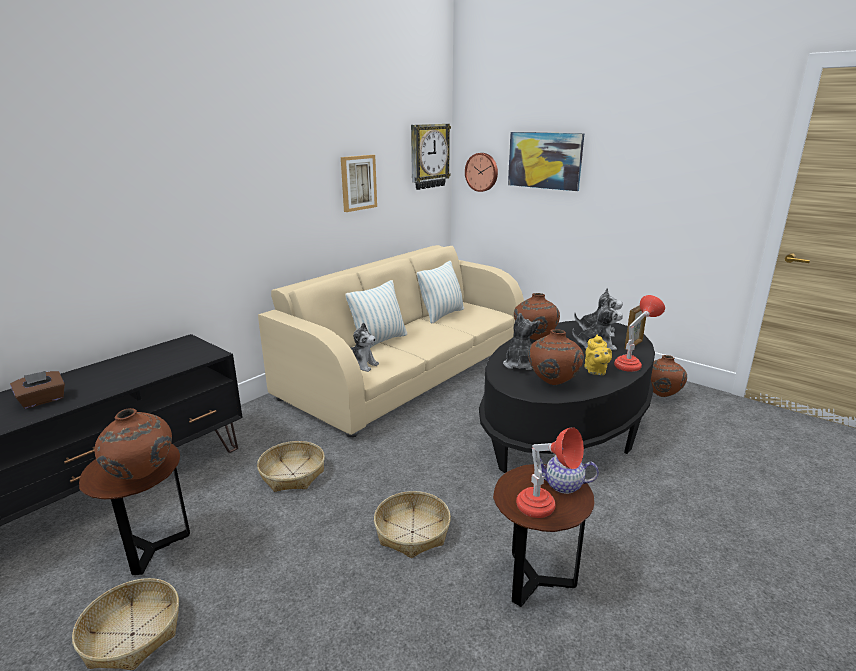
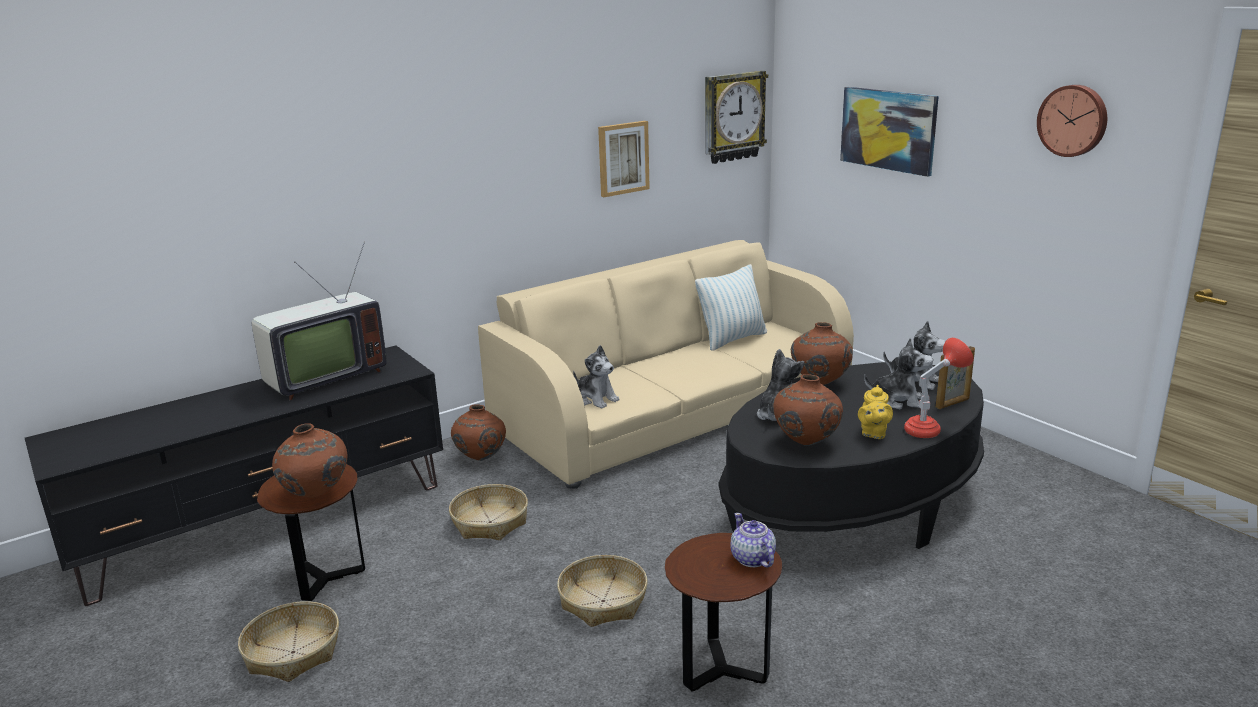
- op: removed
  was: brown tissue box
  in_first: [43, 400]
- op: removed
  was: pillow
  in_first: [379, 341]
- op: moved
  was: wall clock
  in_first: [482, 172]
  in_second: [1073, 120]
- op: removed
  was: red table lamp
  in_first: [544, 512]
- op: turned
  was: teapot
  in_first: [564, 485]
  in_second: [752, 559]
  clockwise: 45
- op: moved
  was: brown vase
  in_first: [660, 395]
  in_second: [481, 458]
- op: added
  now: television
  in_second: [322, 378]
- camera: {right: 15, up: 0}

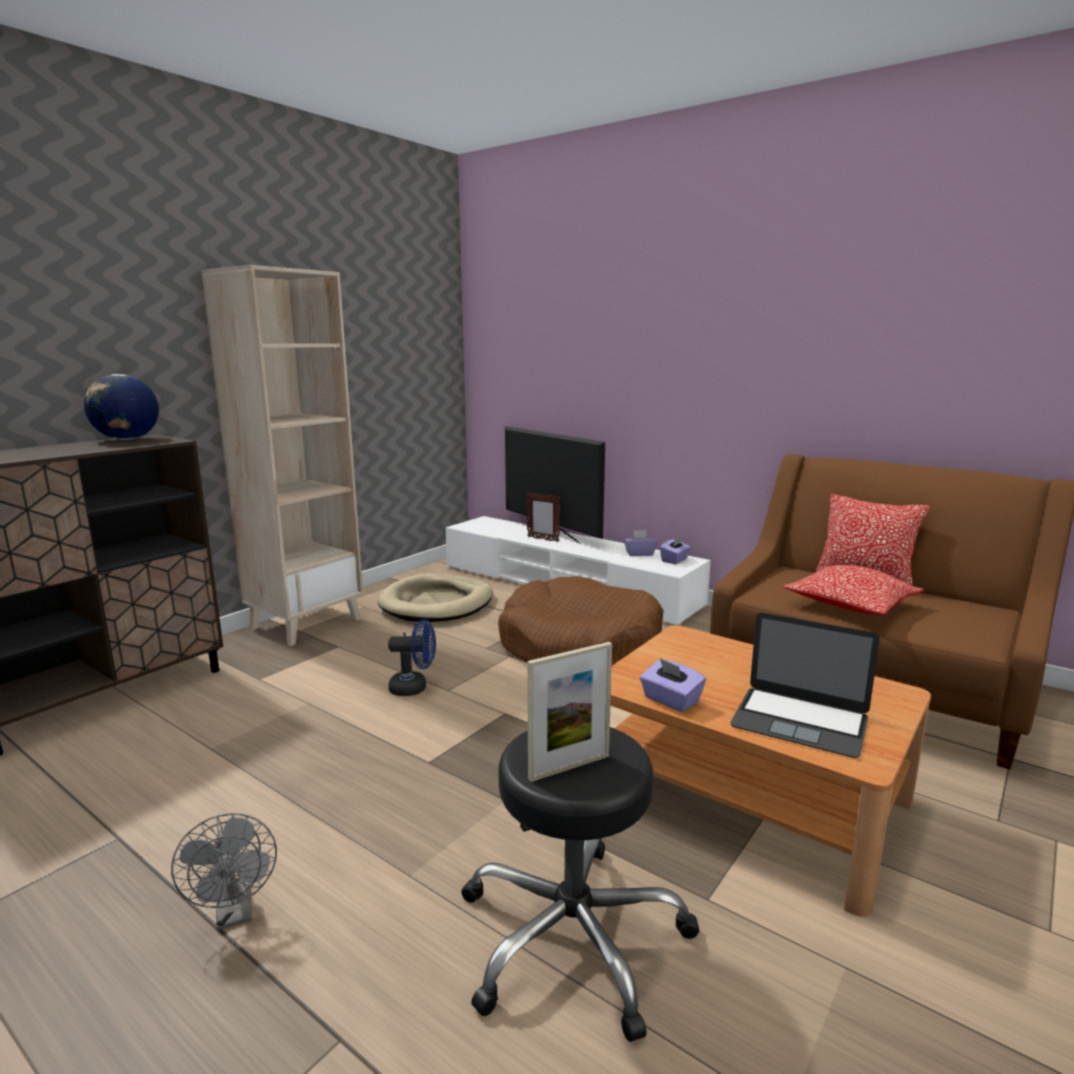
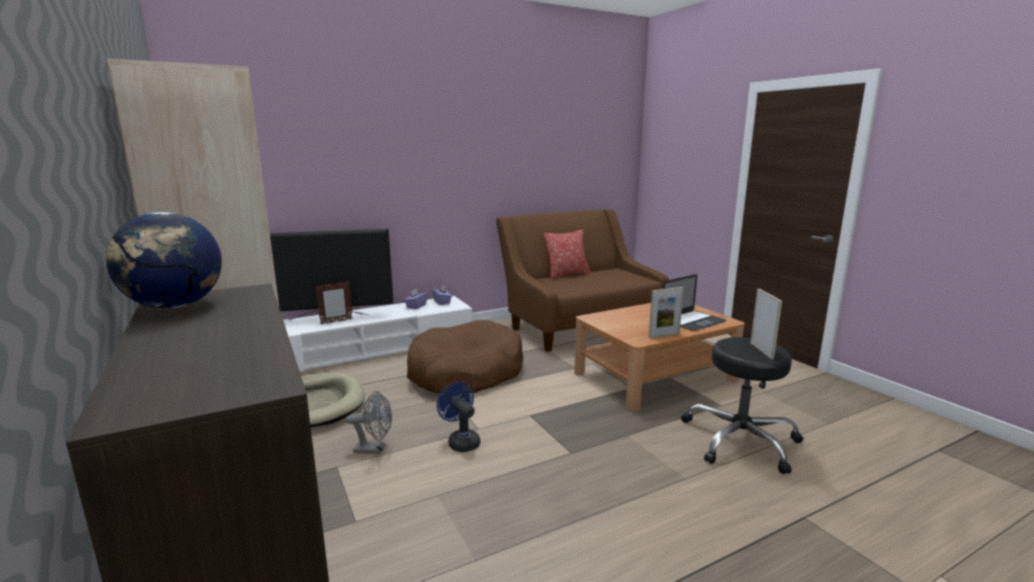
- op: moved
  was: grey fan
  in_first: [235, 914]
  in_second: [374, 449]
- op: turned
  was: blue fan
  in_first: [414, 688]
  in_second: [461, 441]
  clockwise: -60
- op: replaced
  was: purple tissue box
  now: picture frame
  in_first: [670, 700]
  in_second: [664, 335]
- op: removed
  was: pillow
  in_first: [850, 605]
- camera: {right: -65, up: 0}

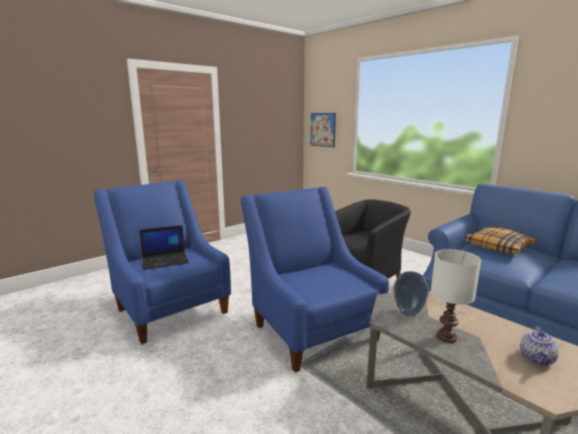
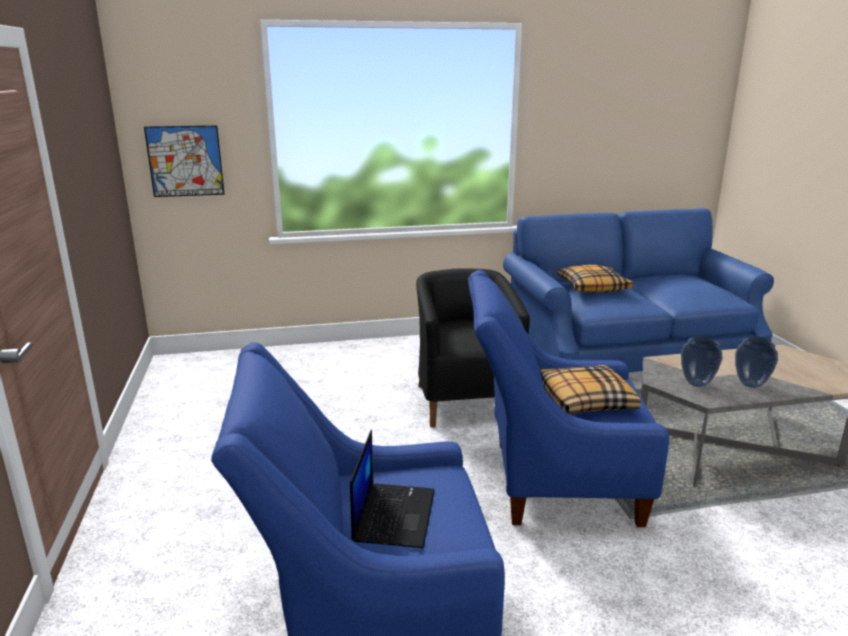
- op: replaced
  was: white table lamp
  now: vase
  in_first: [447, 337]
  in_second: [750, 384]
- op: removed
  was: teapot
  in_first: [537, 359]
- op: added
  now: pillow
  in_second: [585, 400]
- camera: {right: -60, up: 5}

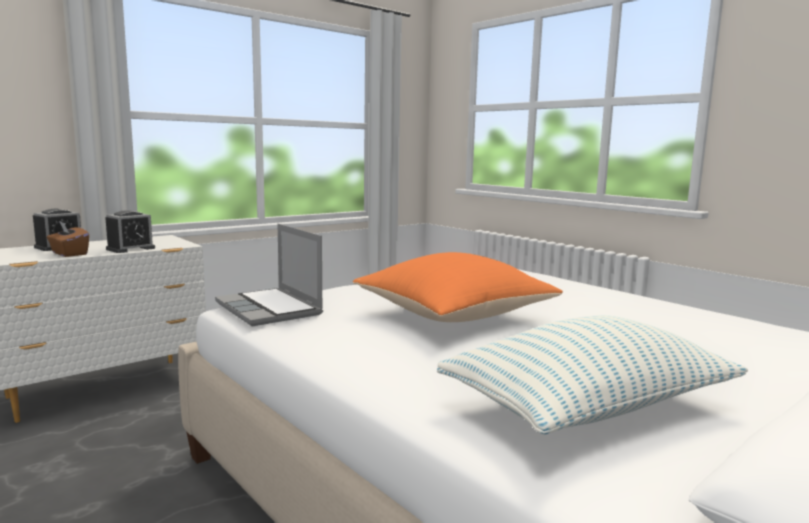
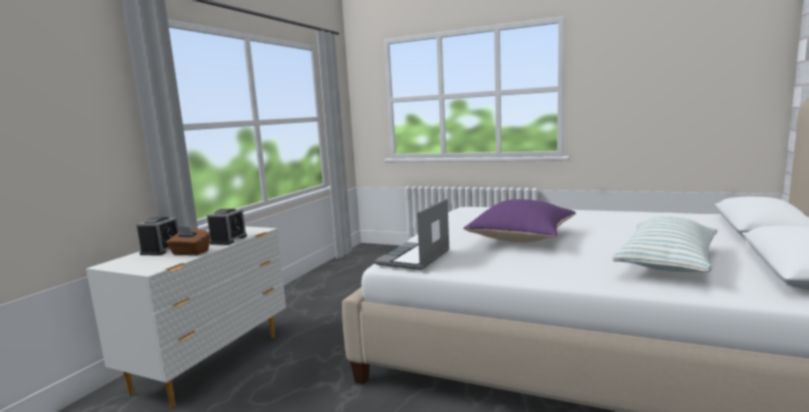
- op: turned
  was: laptop
  in_first: [270, 309]
  in_second: [414, 258]
  clockwise: 90
- op: recoloured
  was: orange pillow
  now: purple pillow
  in_first: [454, 318]
  in_second: [522, 240]
- camera: {right: -25, up: 0}

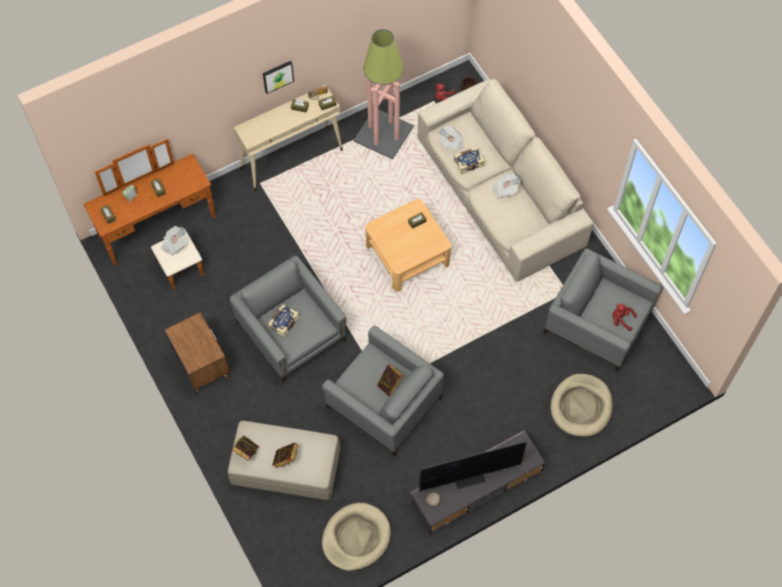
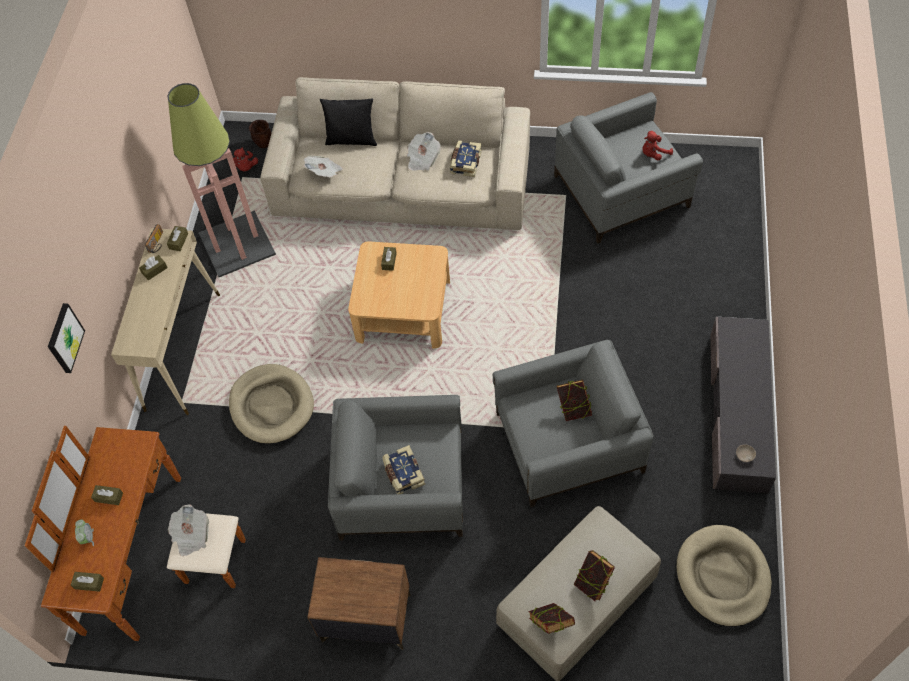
- op: moved
  was: picture
  in_first: [277, 76]
  in_second: [64, 338]
- op: removed
  was: television
  in_first: [469, 477]
- op: moved
  was: book
  in_first: [468, 162]
  in_second: [465, 163]
- op: moved
  was: beige dog bed
  in_first: [581, 406]
  in_second: [272, 405]
- op: added
  now: black pillow
  in_second: [351, 139]
- camera: {right: -50, up: -5}

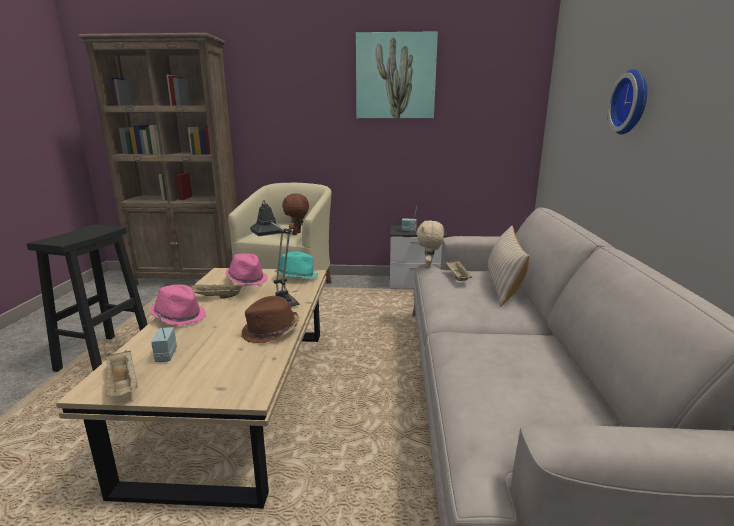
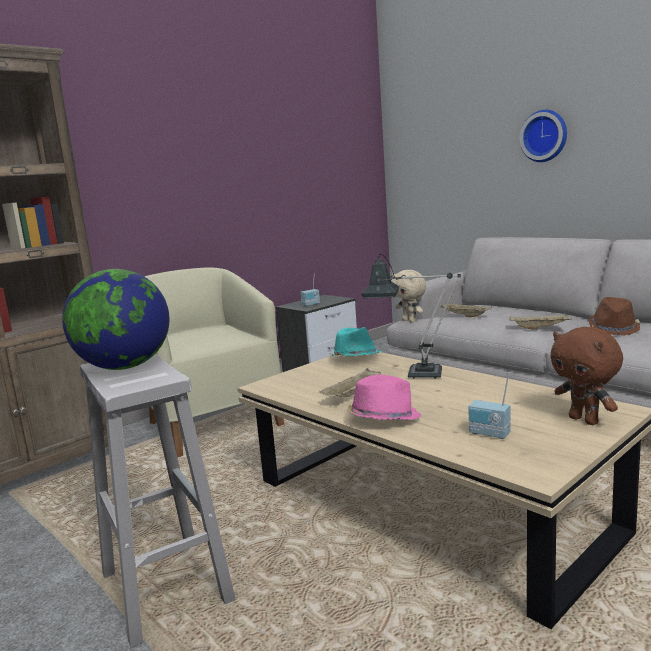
- op: recoloured
  was: black stool
  now: white stool
  in_first: [106, 356]
  in_second: [165, 586]
- op: moved
  was: beige tray
  in_first: [123, 385]
  in_second: [540, 328]
- op: removed
  was: pink hat
  in_first: [247, 279]
- op: moved
  was: brown hat
  in_first: [271, 332]
  in_second: [614, 329]
- op: moved
  was: brown plush toy
  in_first: [297, 234]
  in_second: [585, 420]
- op: removed
  was: picture
  in_first: [395, 76]
- op: removed
  was: beige pillow
  in_first: [503, 285]
- op: added
  now: globe
  in_second: [125, 367]
- camera: {right: -45, up: -5}

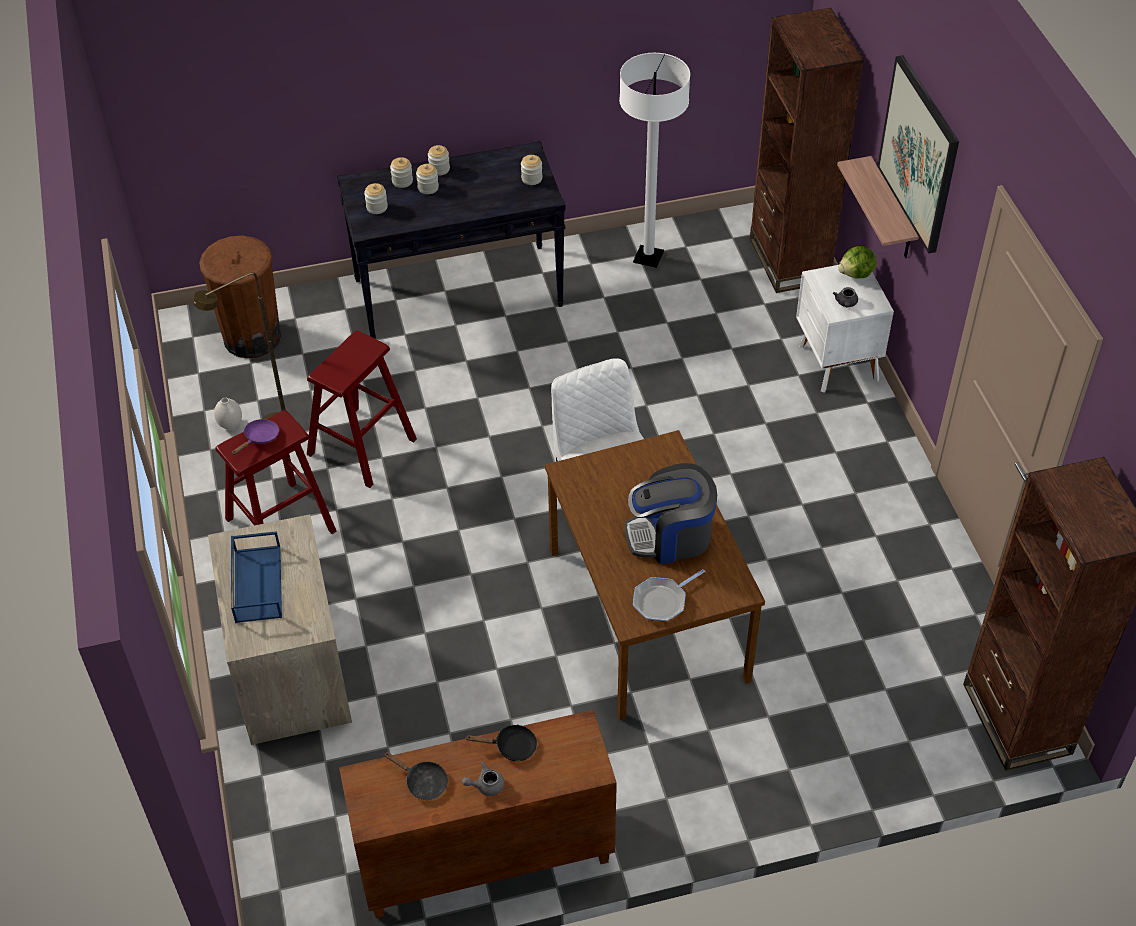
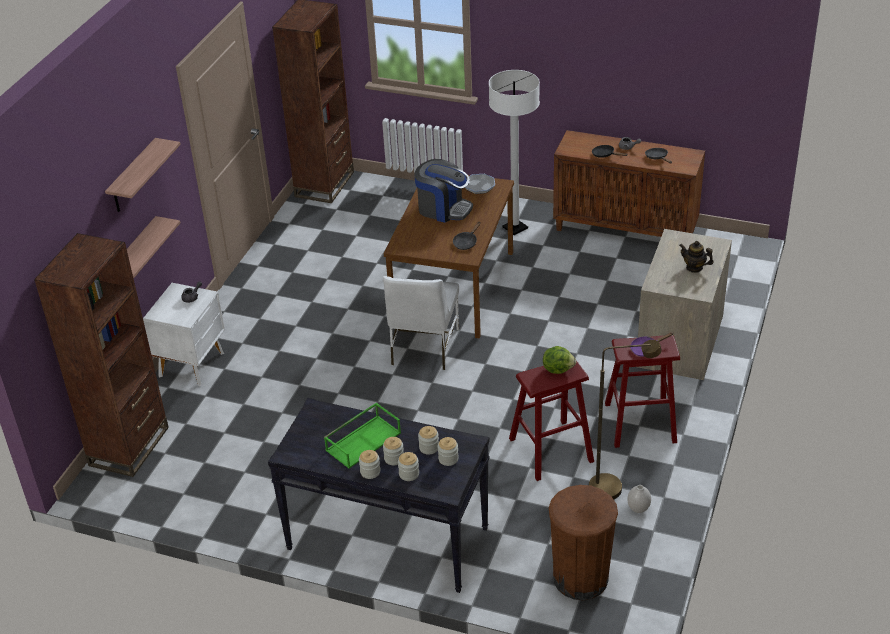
- op: replaced
  was: blue tray
  now: teapot
  in_first: [257, 583]
  in_second: [694, 267]
- op: moved
  was: jar
  in_first: [531, 178]
  in_second: [429, 447]
- op: moved
  was: white floor lamp
  in_first: [648, 257]
  in_second: [515, 228]
- op: moved
  was: lettuce
  in_first: [856, 274]
  in_second: [558, 369]
- op: replaced
  was: picture
  now: shelf
  in_first: [919, 154]
  in_second: [133, 177]
- op: added
  now: green tray
  in_second: [363, 441]
- op: added
  now: black frying pan
  in_second: [466, 242]
- camera: {right: -145, up: -10}

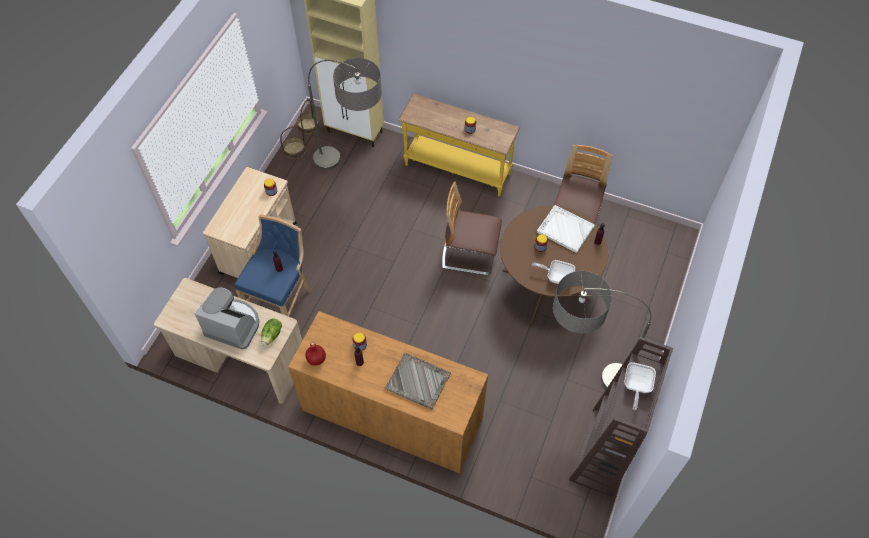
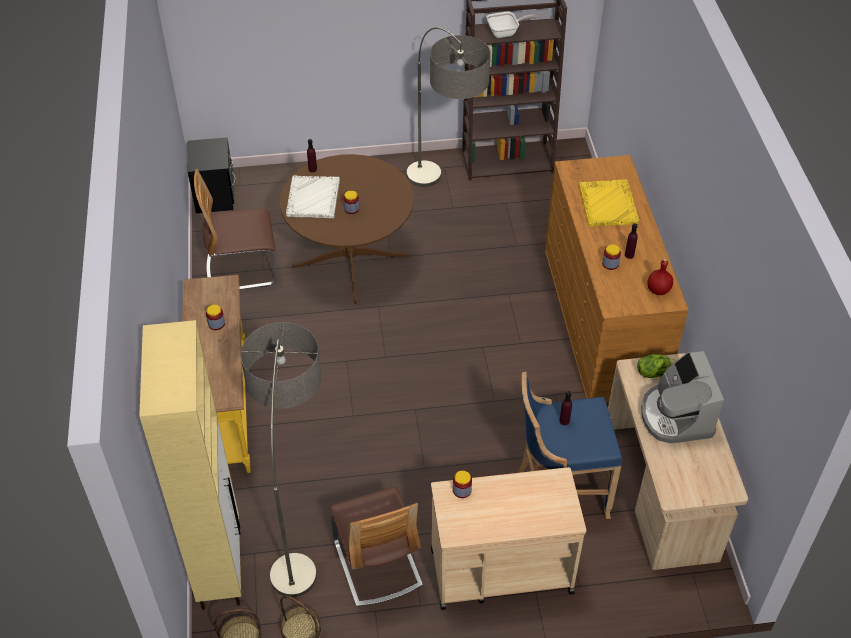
- op: recoloured
  was: grey tray
  now: yellow tray
  in_first: [418, 381]
  in_second: [608, 204]
- op: moved
  was: chair
  in_first: [470, 254]
  in_second: [377, 563]
- op: removed
  was: frying pan
  in_first: [556, 277]
- op: added
  now: black nightstand
  in_second: [215, 196]
- camera: {right: -120, up: -10}

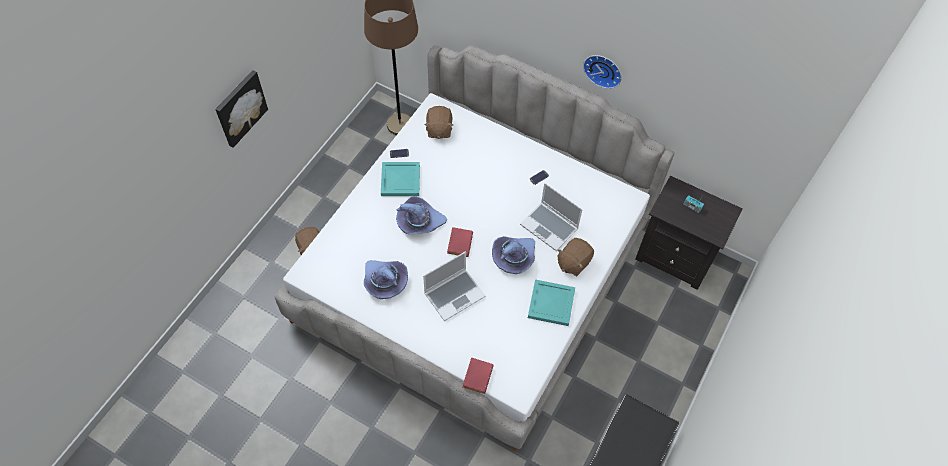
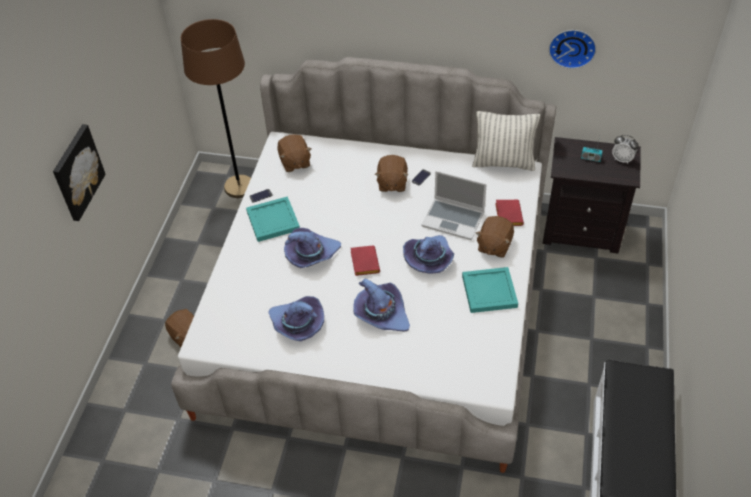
- op: replaced
  was: laptop
  now: purple hat
  in_first: [454, 294]
  in_second: [381, 313]
- op: moved
  was: red book
  in_first: [477, 375]
  in_second: [507, 214]
- op: moved
  was: wall clock
  in_first: [603, 69]
  in_second: [572, 47]
- op: added
  now: brown plush toy
  in_second: [392, 183]
- op: added
  now: pillow
  in_second: [503, 163]
- op: added
  now: alarm clock
  in_second: [622, 159]
- camera: {right: -15, up: -10}

